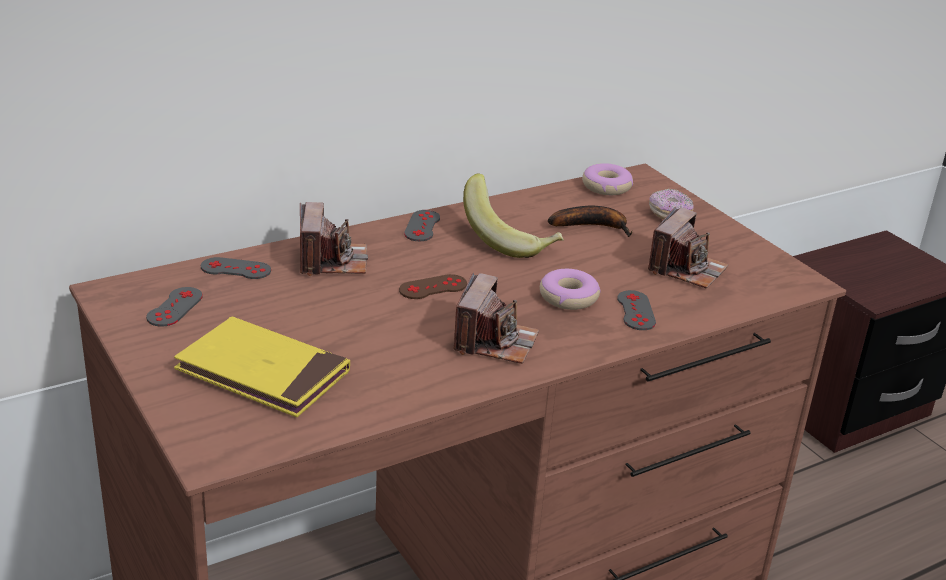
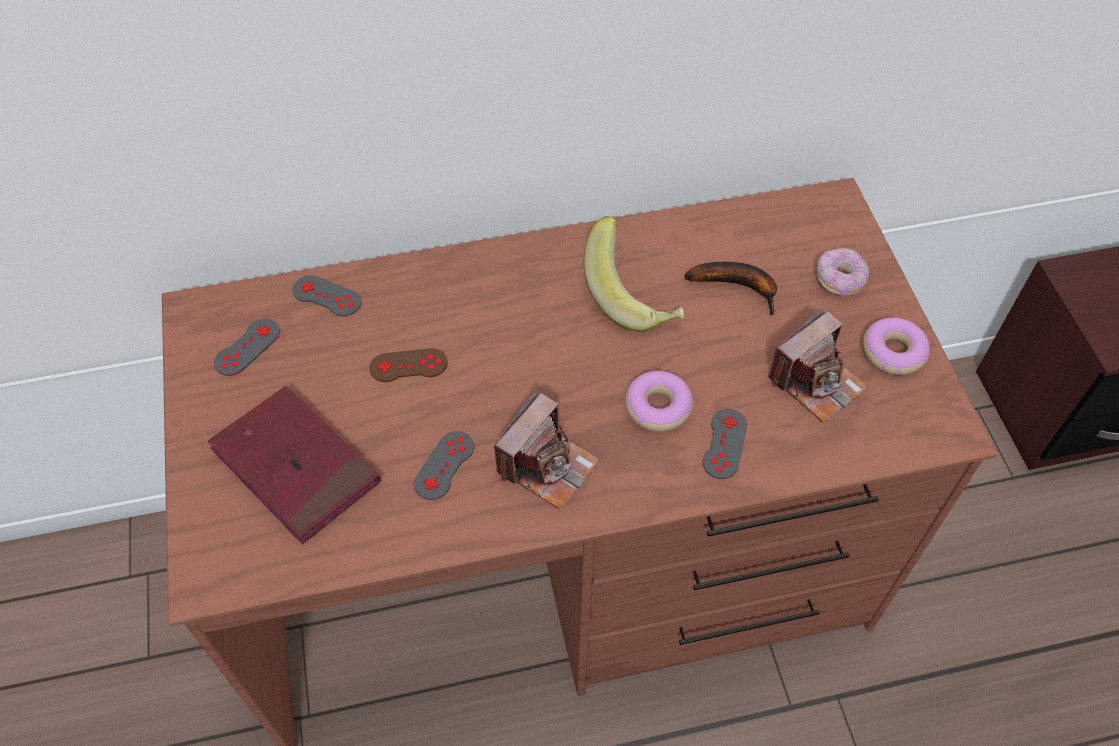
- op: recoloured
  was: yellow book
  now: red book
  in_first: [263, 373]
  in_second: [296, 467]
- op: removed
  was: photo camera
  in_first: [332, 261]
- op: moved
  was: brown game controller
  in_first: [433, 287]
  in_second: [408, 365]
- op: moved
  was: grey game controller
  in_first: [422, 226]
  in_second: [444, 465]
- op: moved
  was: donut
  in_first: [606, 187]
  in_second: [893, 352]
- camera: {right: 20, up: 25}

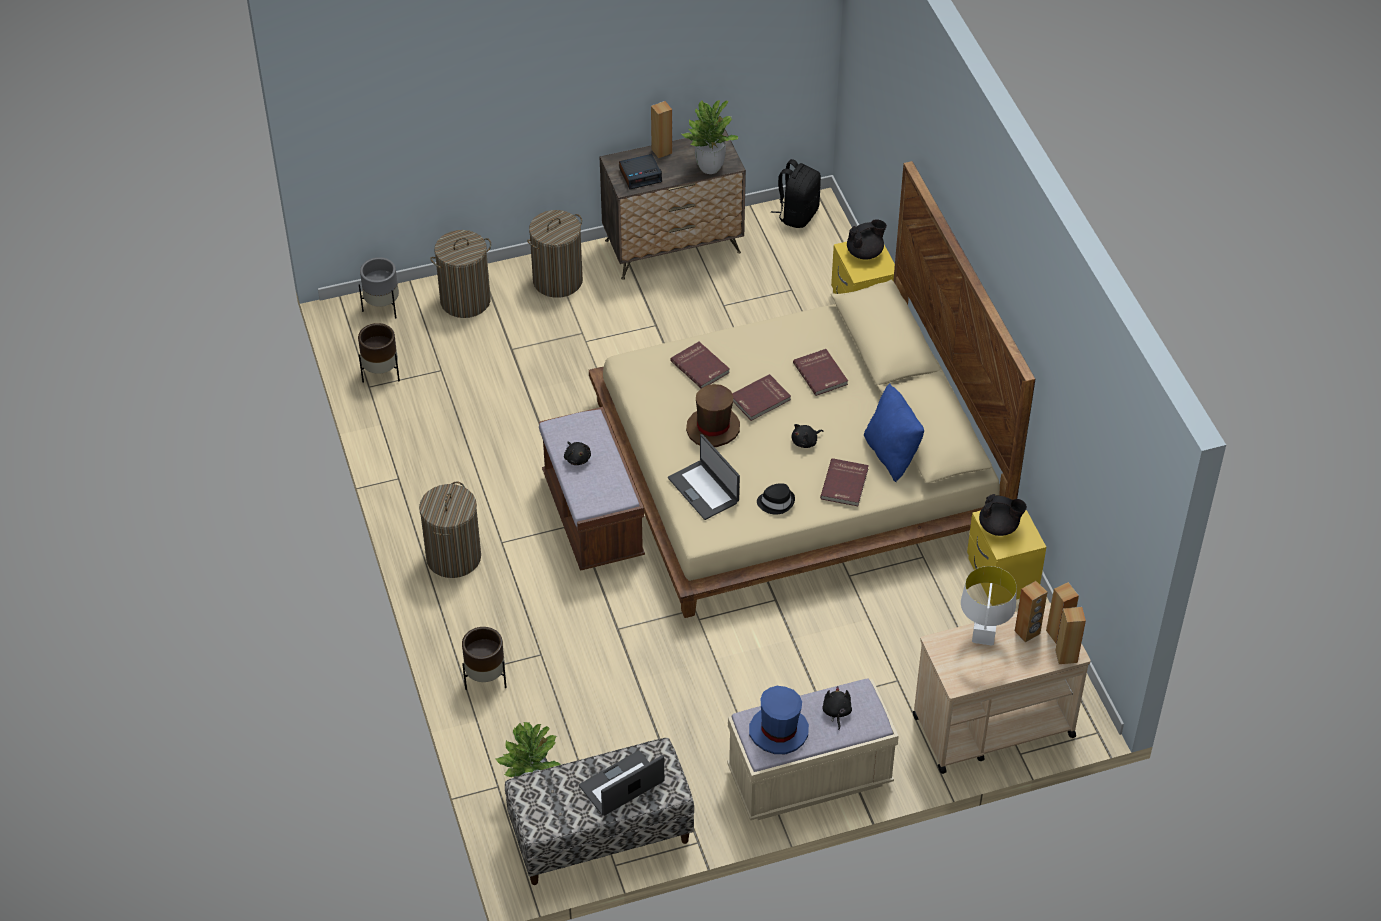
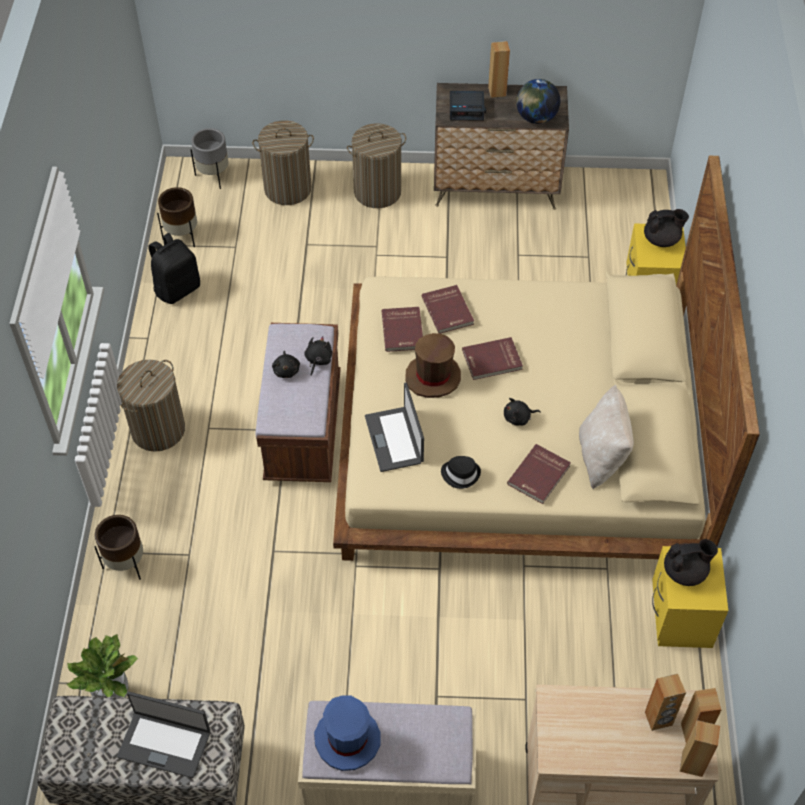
- op: turned
  was: laptop
  in_first: [622, 785]
  in_second: [164, 743]
  clockwise: -150
- op: replaced
  was: potted plant
  now: globe
  in_first: [710, 167]
  in_second: [536, 118]
- op: moved
  was: black backpack
  in_first: [797, 214]
  in_second: [177, 288]
- op: moved
  was: red book
  in_first: [821, 373]
  in_second: [403, 330]
- op: moved
  was: black plush toy
  in_first: [836, 712]
  in_second: [318, 360]
- op: recoloured
  was: blue pillow
  now: beige pillow
  in_first: [892, 454]
  in_second: [601, 457]
- op: removed
  was: white table lamp
  in_first: [983, 637]
- op: turned
  was: black teapot
  in_first: [999, 527]
  in_second: [685, 571]
  clockwise: -45
- camera: {right: 20, up: 5}

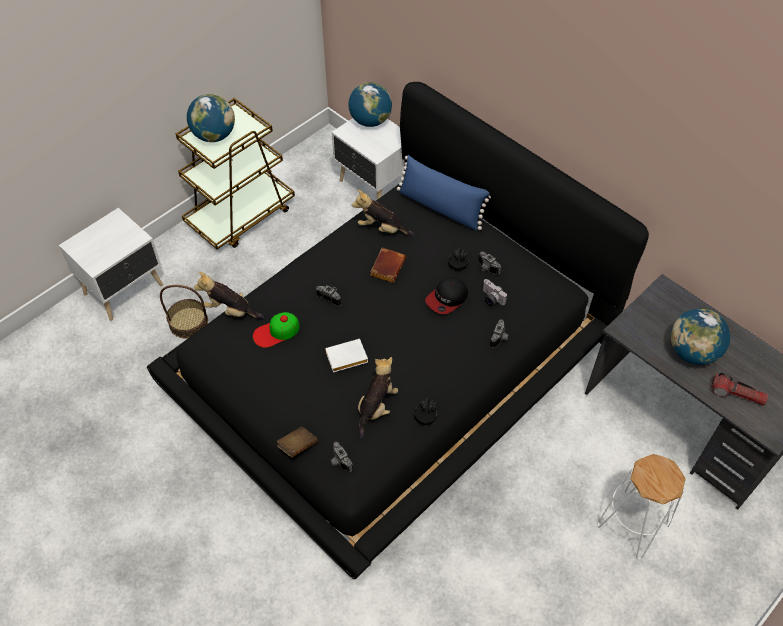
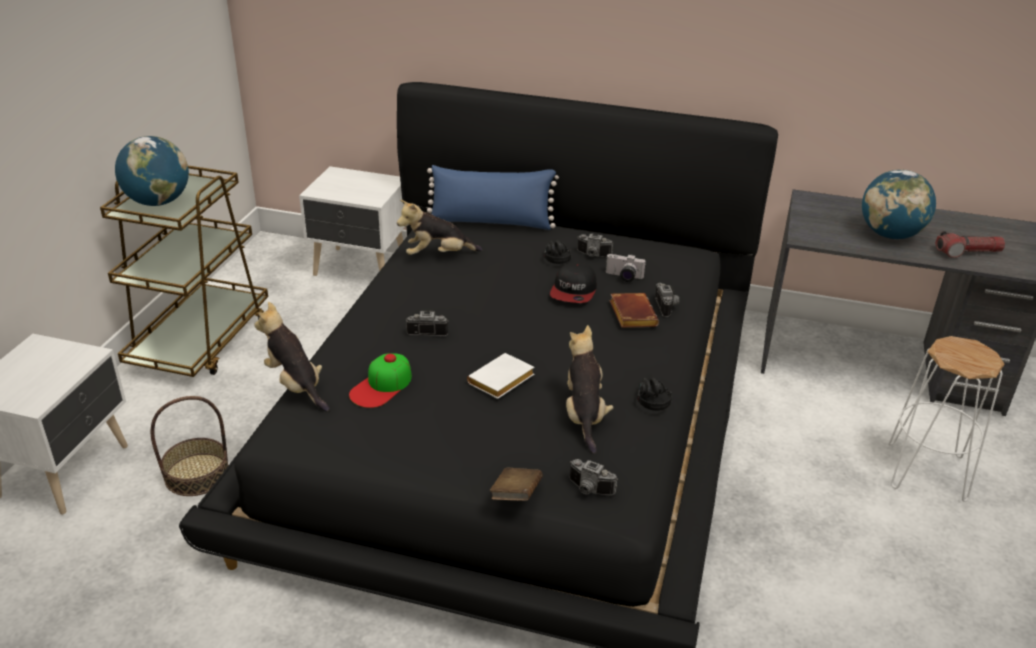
- op: turned
  was: plush toy
  in_first: [231, 310]
  in_second: [296, 385]
  clockwise: 60
- op: removed
  was: globe
  in_first: [370, 121]
- op: moved
  was: brown book
  in_first: [387, 266]
  in_second: [631, 314]
- camera: {right: -30, up: -20}

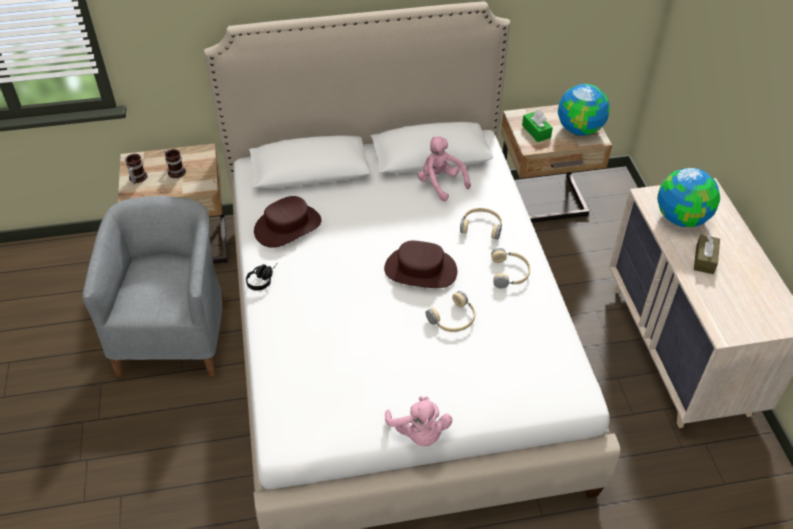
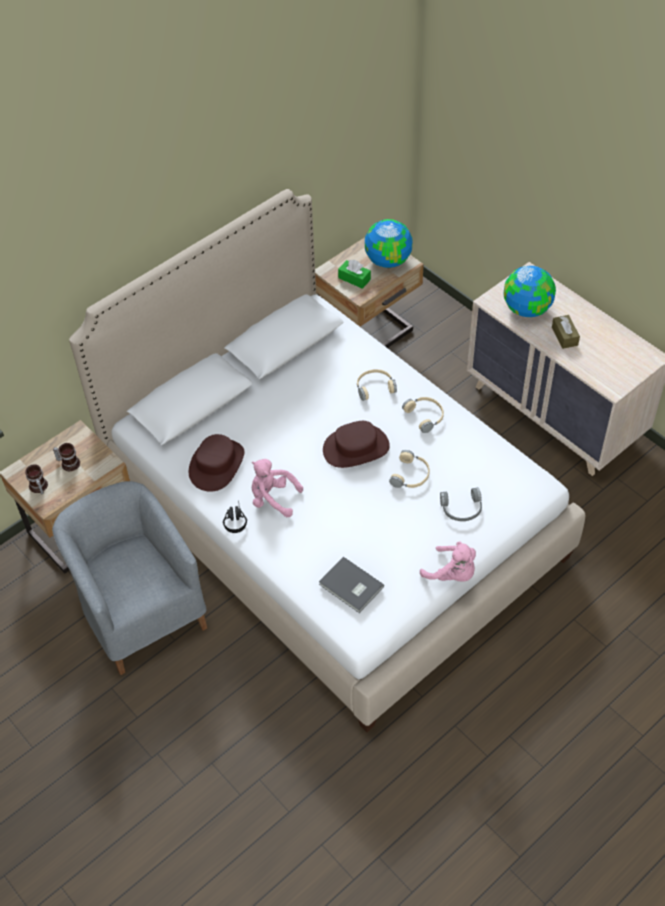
- op: moved
  was: pink plush toy
  in_first: [440, 183]
  in_second: [273, 498]
- op: added
  now: grey book
  in_second: [351, 587]
- op: added
  now: grey headphones
  in_second: [461, 509]
- camera: {right: -30, up: 5}

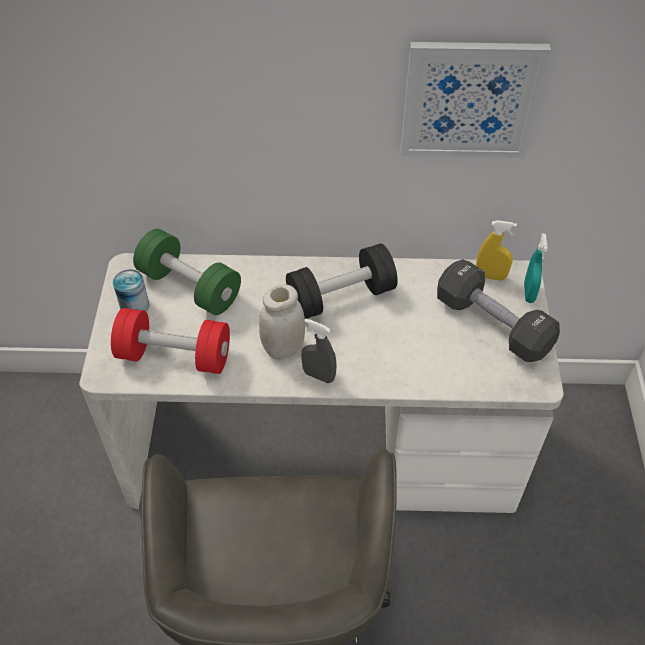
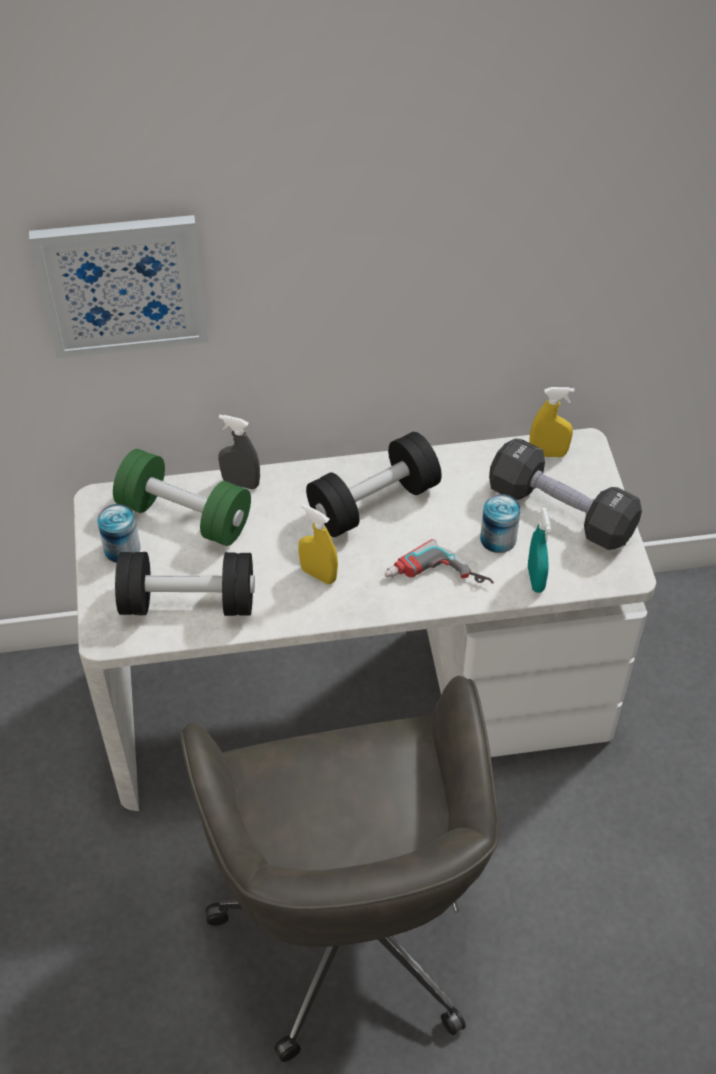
- op: recoloured
  was: red dumbbell
  now: black dumbbell
  in_first: [175, 355]
  in_second: [188, 602]
- op: replaced
  was: white jar
  now: yellow spray bottle
  in_first: [283, 348]
  in_second: [318, 574]
- op: moved
  was: grey spray bottle
  in_first: [318, 376]
  in_second: [241, 483]
- op: moved
  was: picture
  in_first: [470, 100]
  in_second: [122, 285]
- op: moved
  was: turquoise spray bottle
  in_first: [529, 293]
  in_second: [535, 579]
- op: added
  now: power drill
  in_second: [436, 581]
- op: added
  now: can
  in_second: [498, 538]
- camera: {right: -10, up: 0}

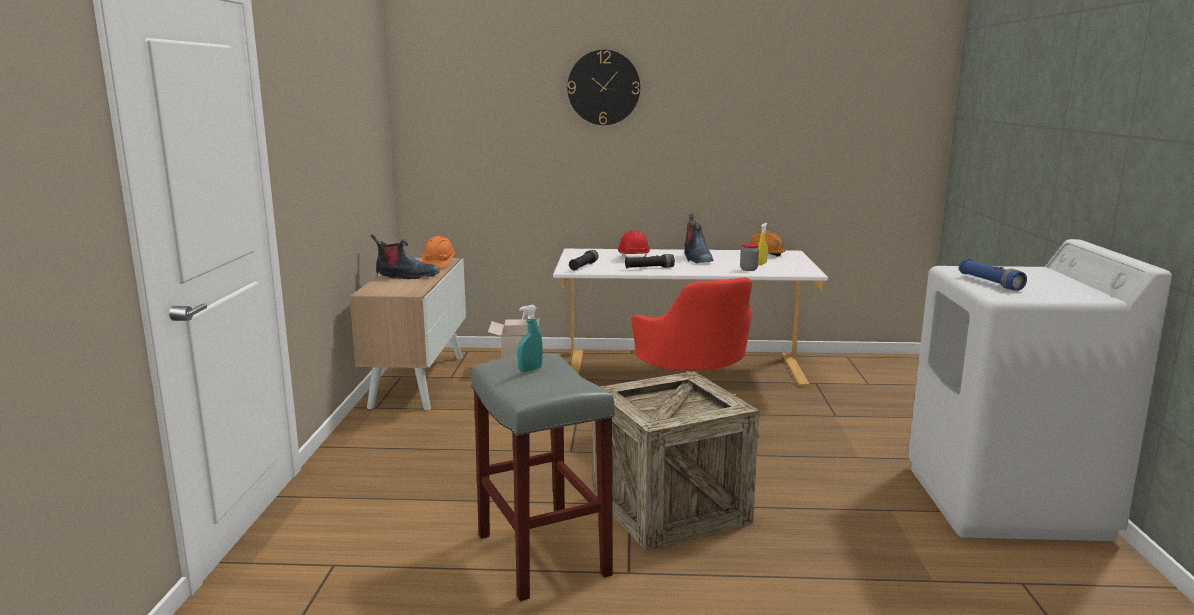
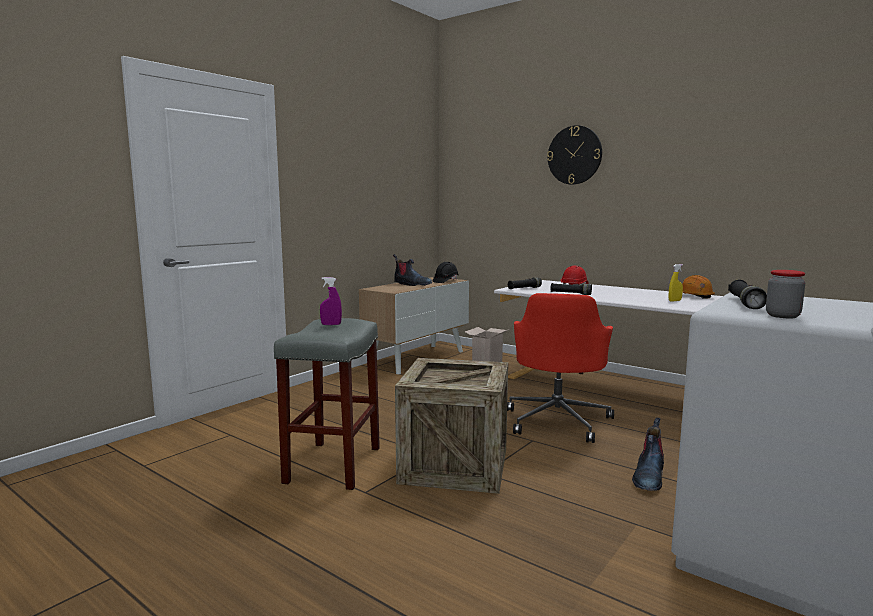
- op: recoloured
  was: orange hard hat
  now: black hard hat
  in_first: [438, 264]
  in_second: [445, 281]
- op: recoloured
  was: turquoise spray bottle
  now: purple spray bottle
  in_first: [530, 370]
  in_second: [331, 324]
- op: moved
  was: boot
  in_first: [696, 259]
  in_second: [649, 476]
- op: moved
  was: jar
  in_first: [748, 269]
  in_second: [782, 316]
- op: recoloured
  was: blue flashlight
  now: black flashlight
  in_first: [990, 283]
  in_second: [745, 303]
- camera: {right: 35, up: -5}

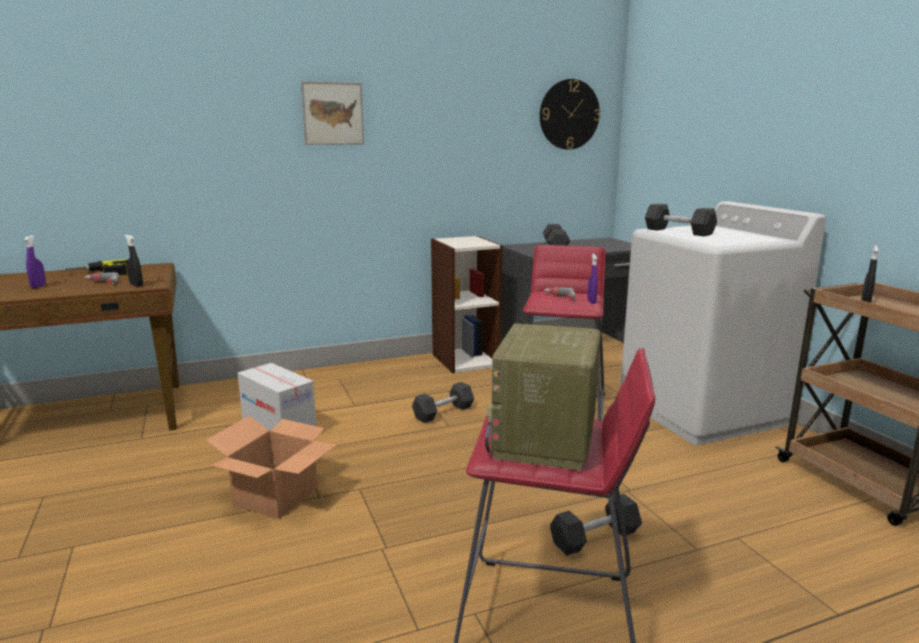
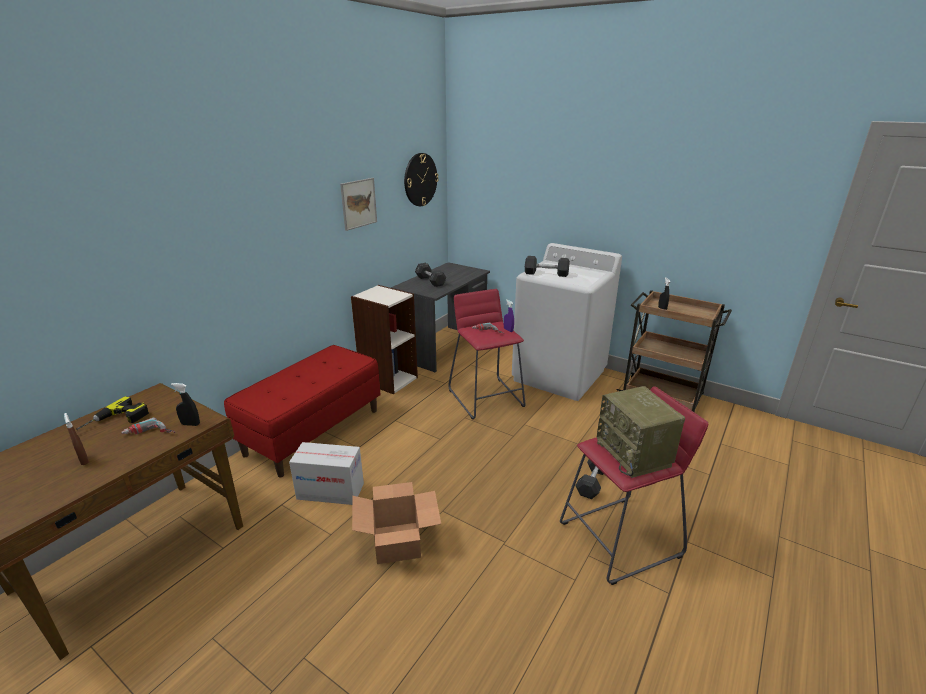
- op: recoloured
  was: purple spray bottle
  now: brown spray bottle
  in_first: [38, 286]
  in_second: [84, 460]
- op: moved
  was: picture
  in_first: [333, 113]
  in_second: [358, 203]
- op: removed
  was: grey dumbbell
  in_first: [443, 412]
- op: added
  now: red bench
  in_second: [313, 431]
- camera: {right: -35, up: 10}

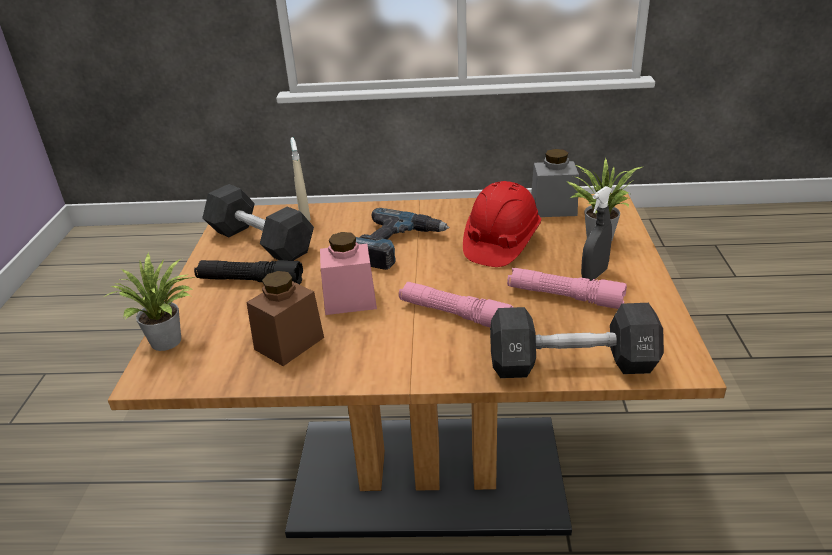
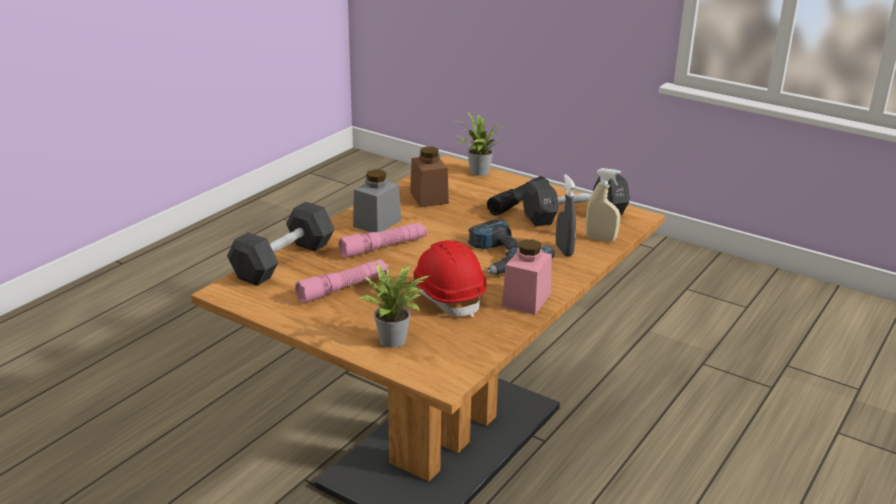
- op: moved
  was: pink jar
  in_first: [350, 300]
  in_second: [526, 300]
- op: moved
  was: grey jar
  in_first: [553, 208]
  in_second: [377, 223]
- op: moved
  was: grey spray bottle
  in_first: [594, 275]
  in_second: [564, 250]
- camera: {right: 120, up: -5}

